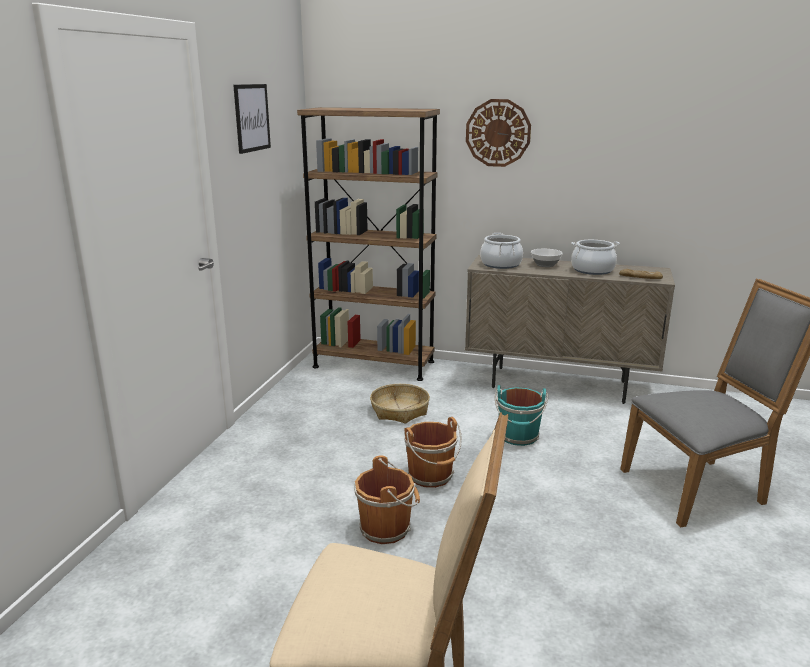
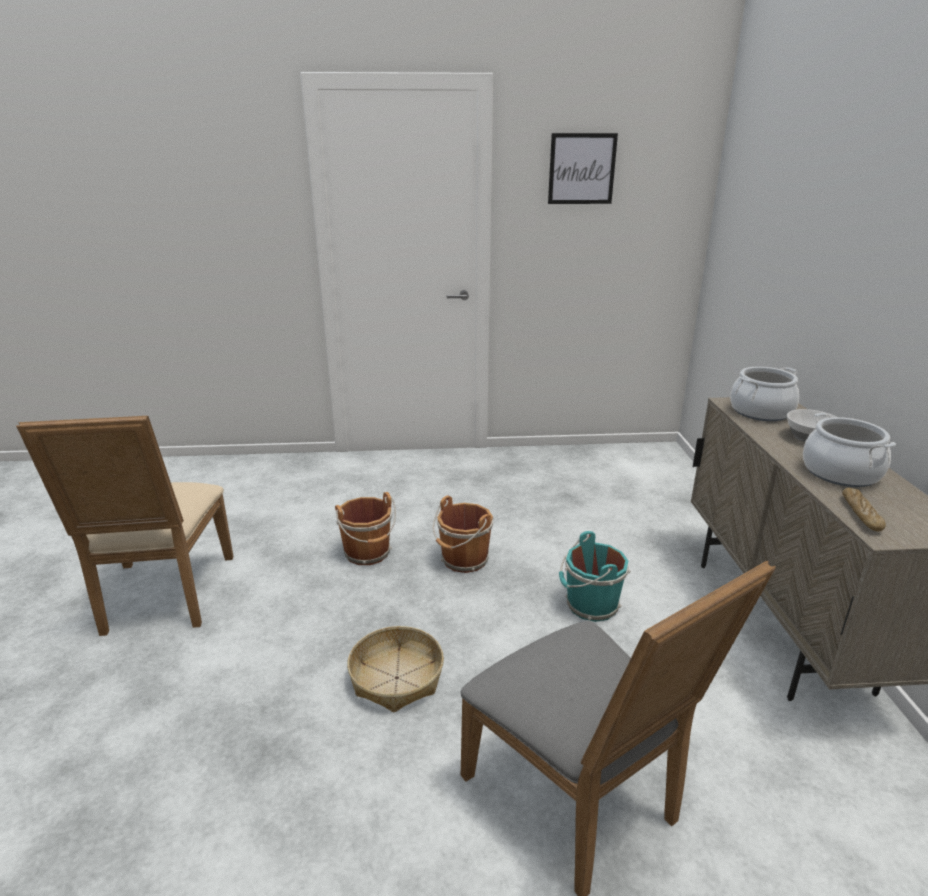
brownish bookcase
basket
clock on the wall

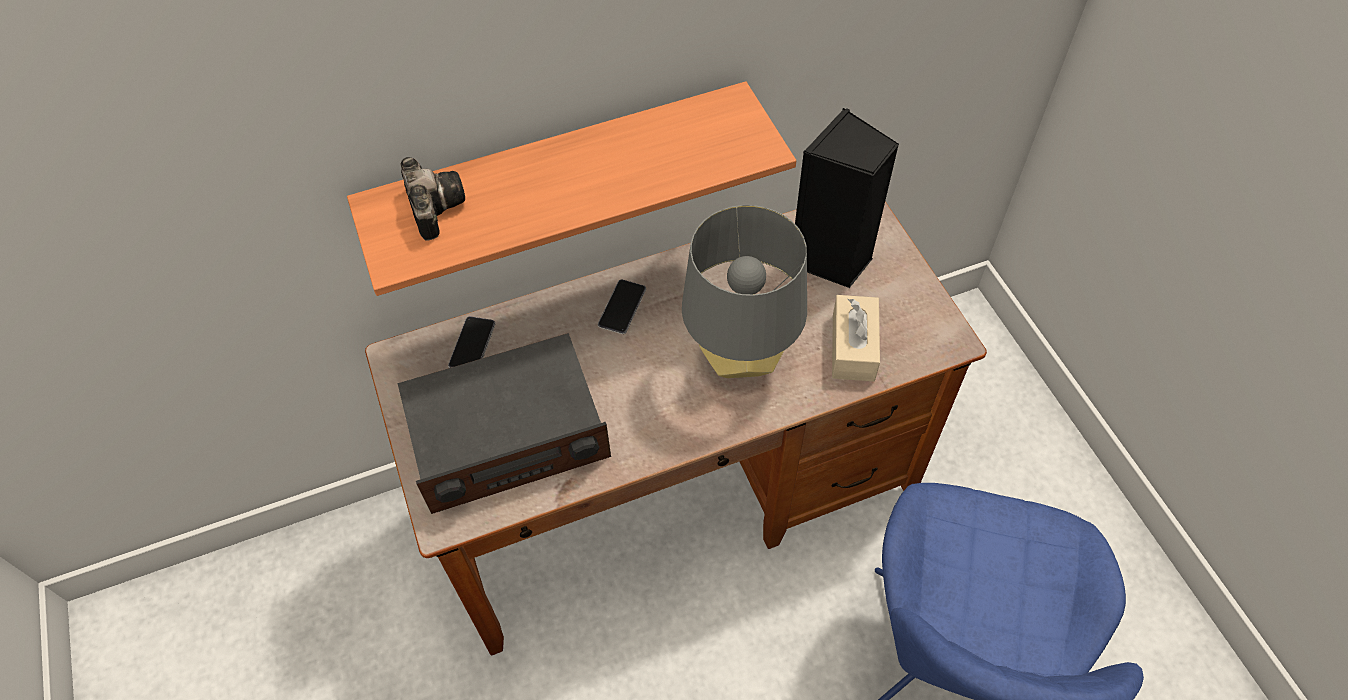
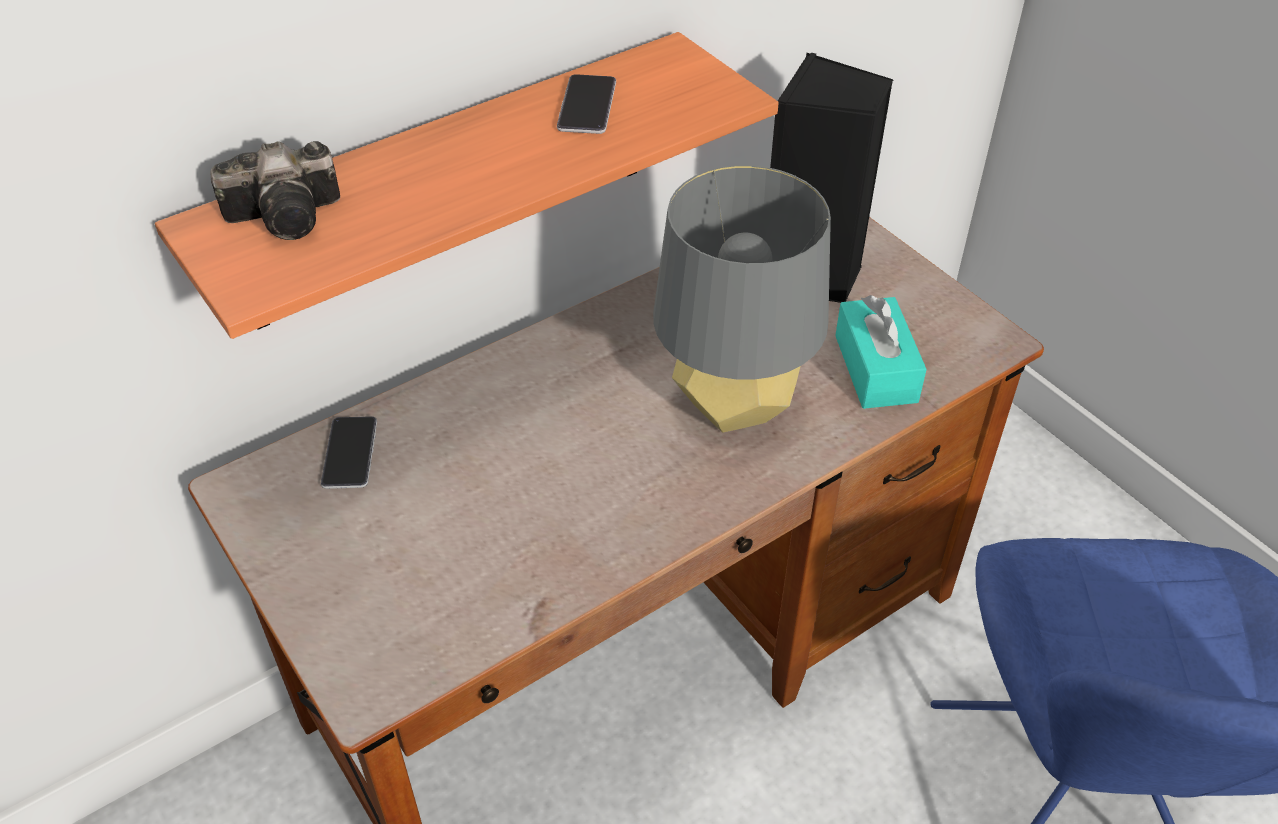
radio receiver
photo camera
telephone (no. 2 from left)
blue-green tissue box

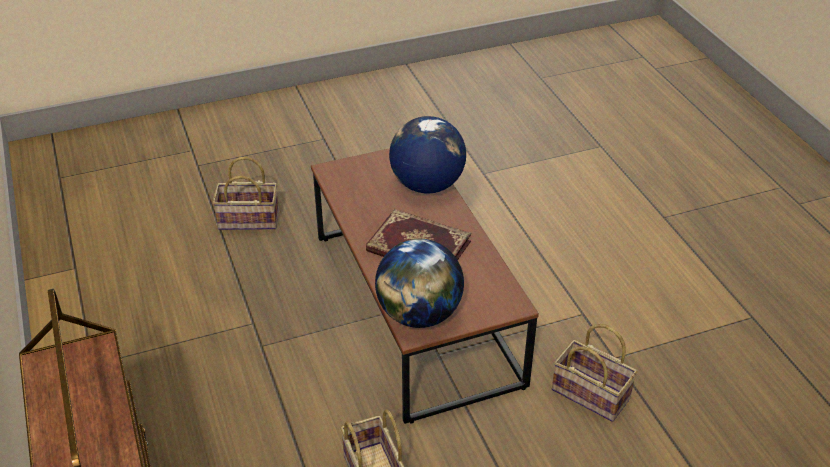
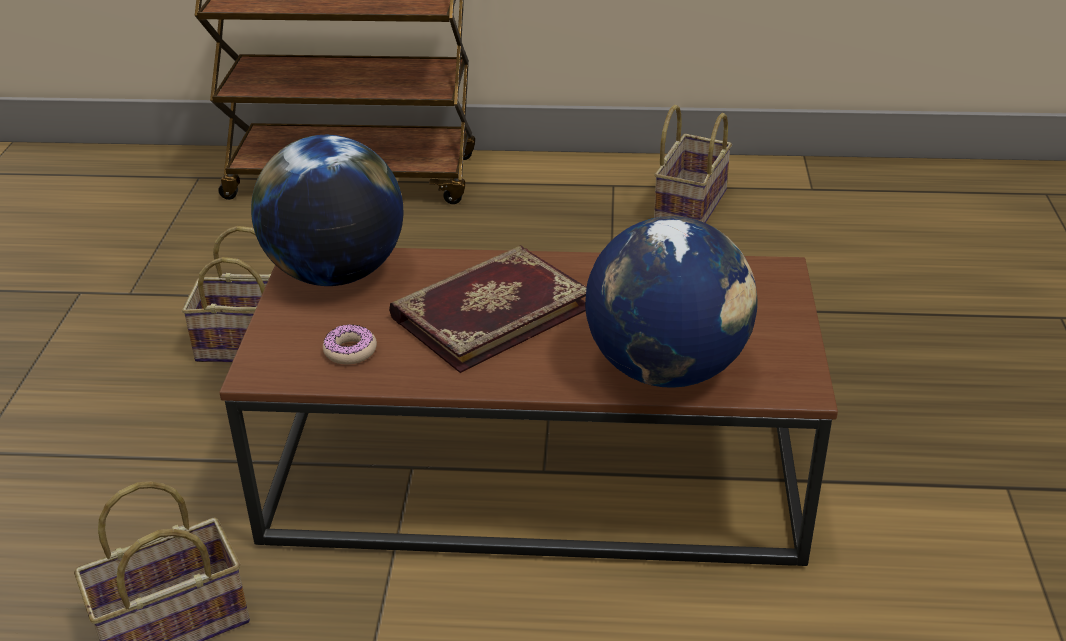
basket (no. 3 from left)
donut

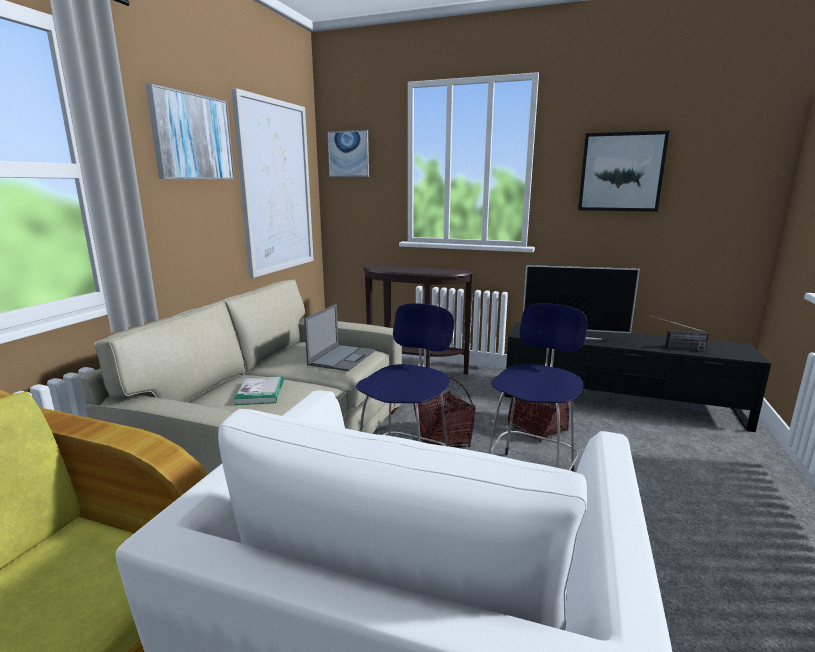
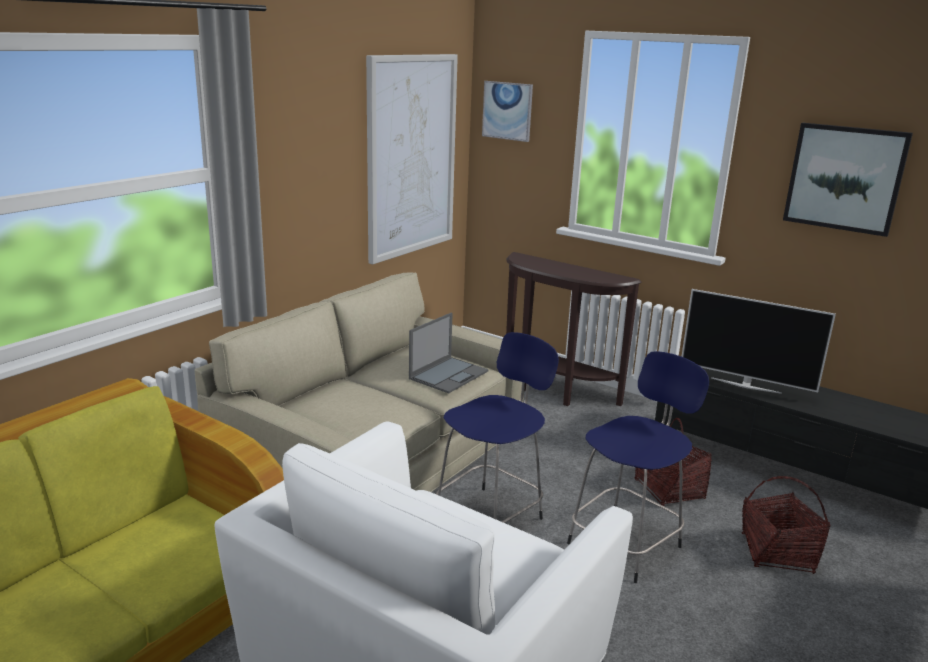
picture (no. 1 from left in the first image)
book
basket (no. 2 from left)
radio receiver

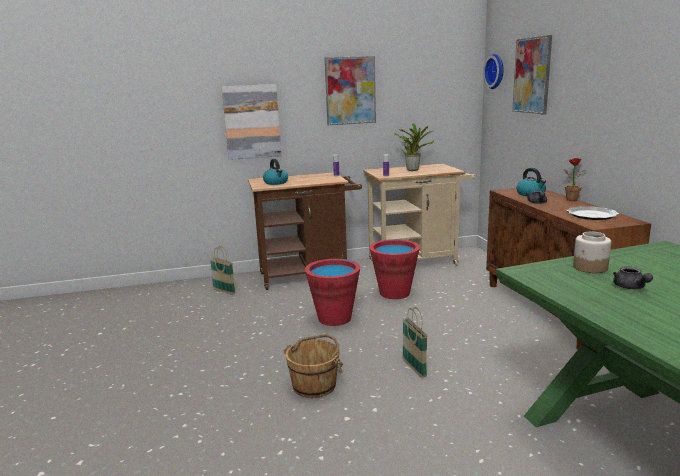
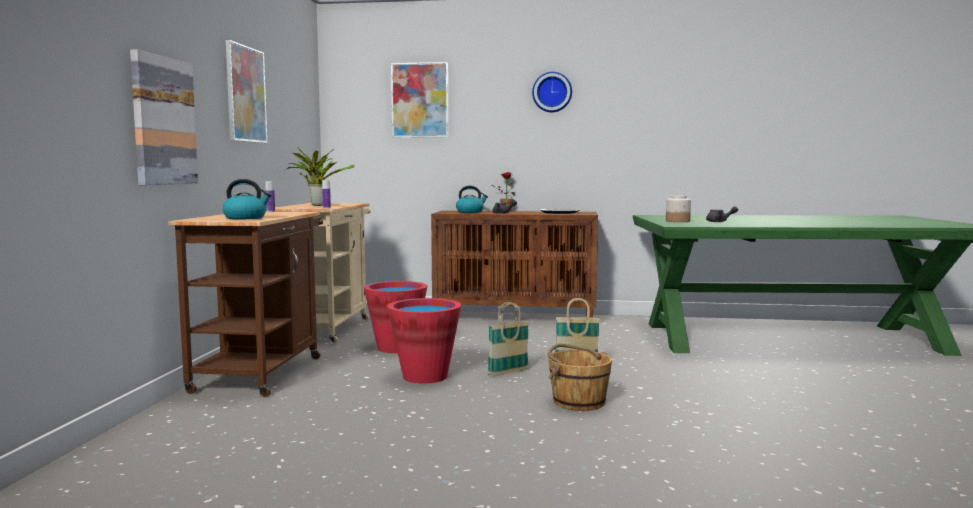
basket (no. 1 from left)
clock on the wall

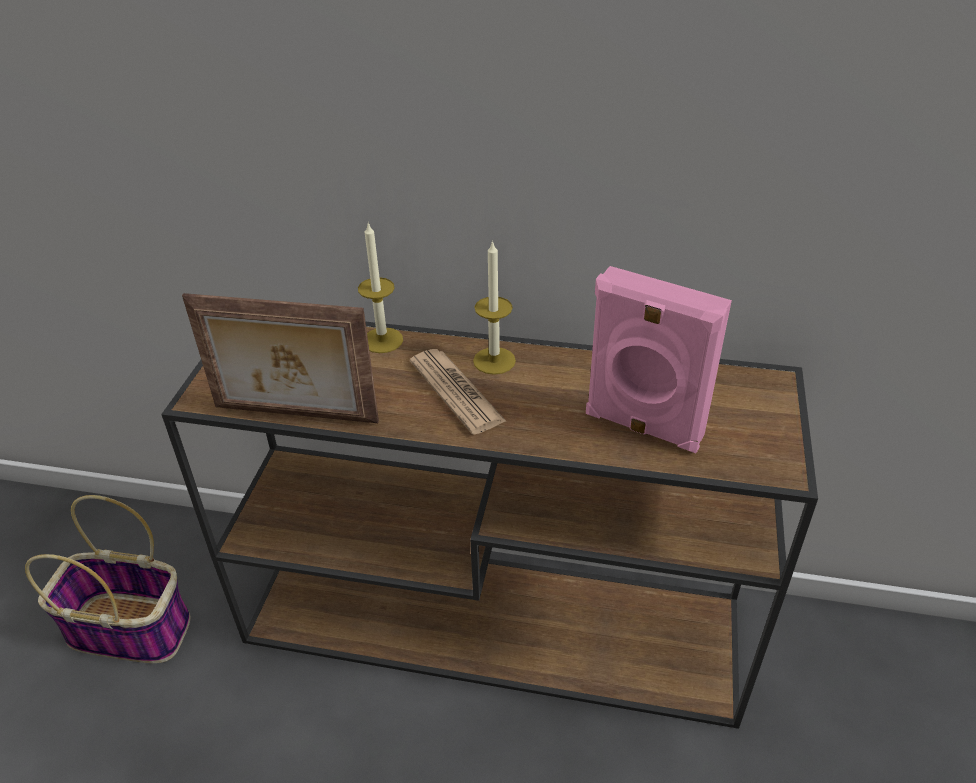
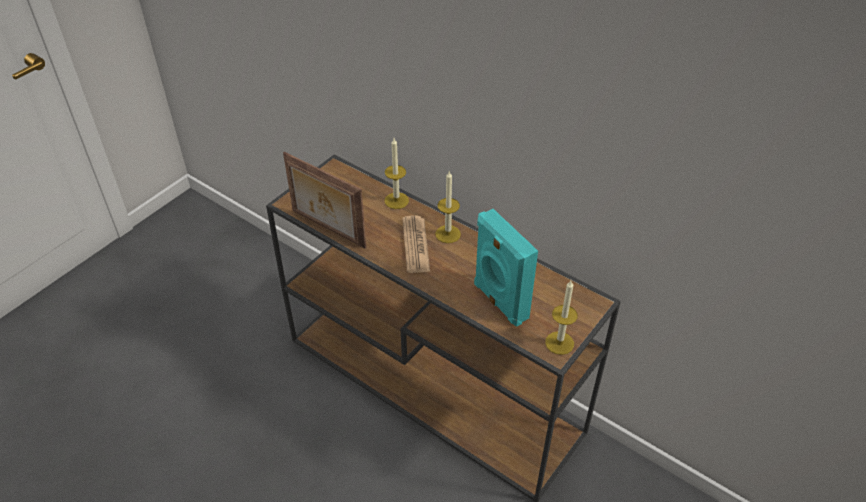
basket
blue-green speaker
wax light (no. 3 from left)

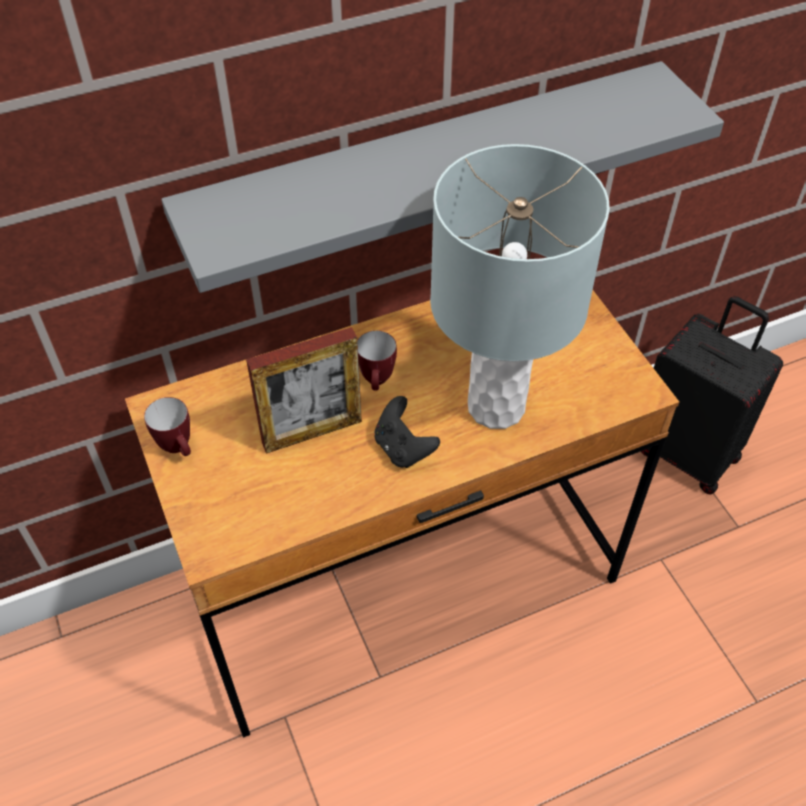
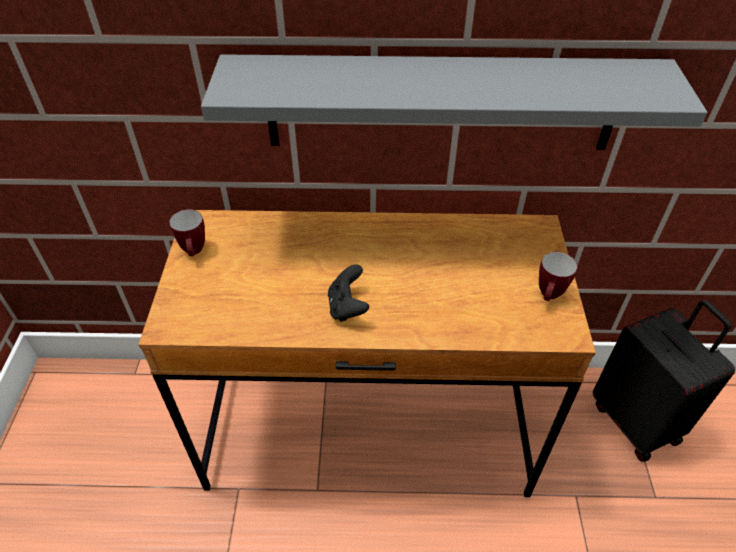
picture frame
coffee mug (no. 2 from left)
greyish tabletop lamp

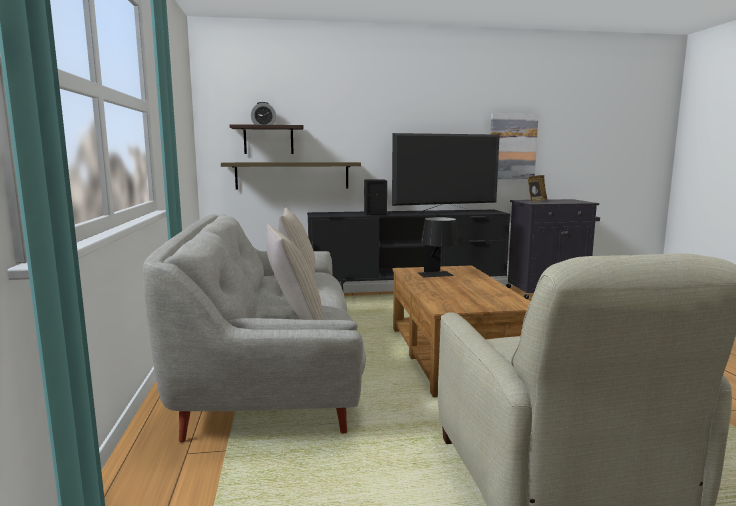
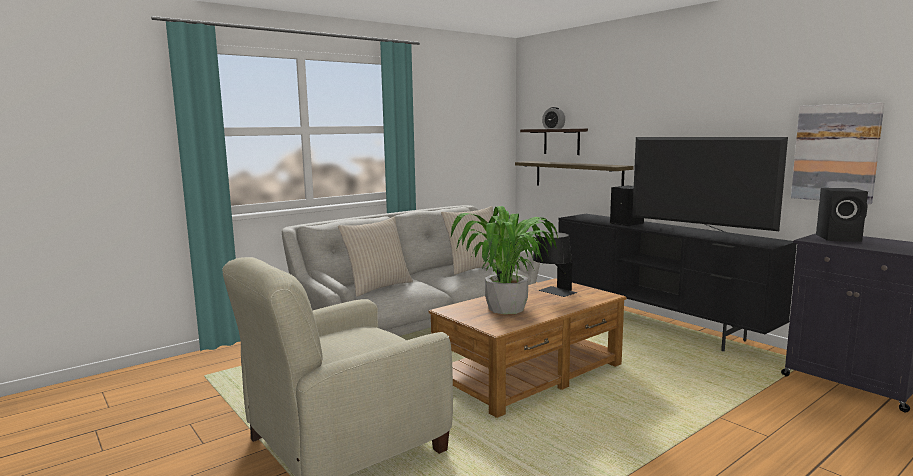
black speaker (no. 2 from left)
plant in a pot

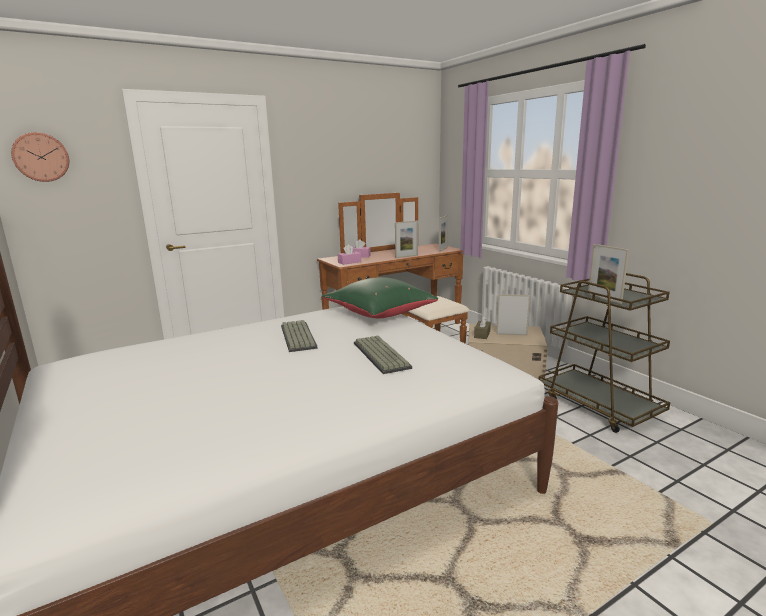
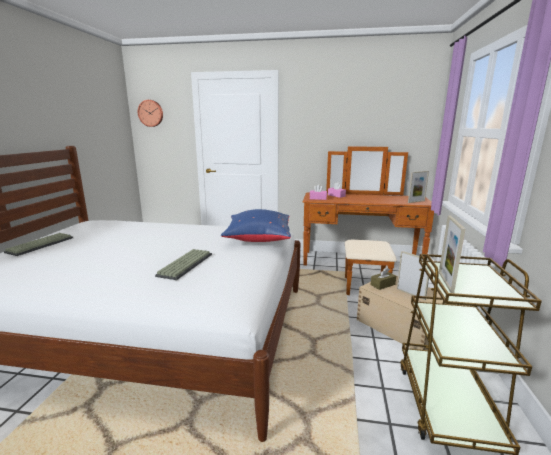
keyboard (no. 1 from left)
bluish pillow
picture frame (no. 1 from left in the first image)

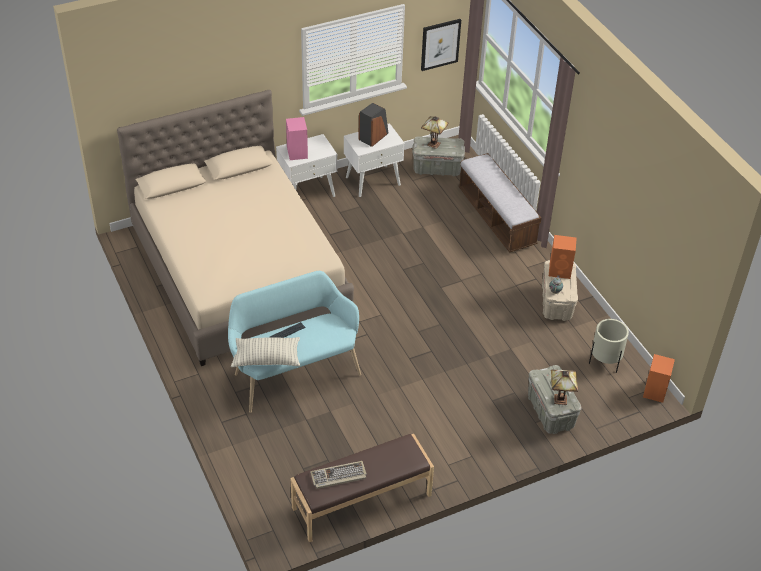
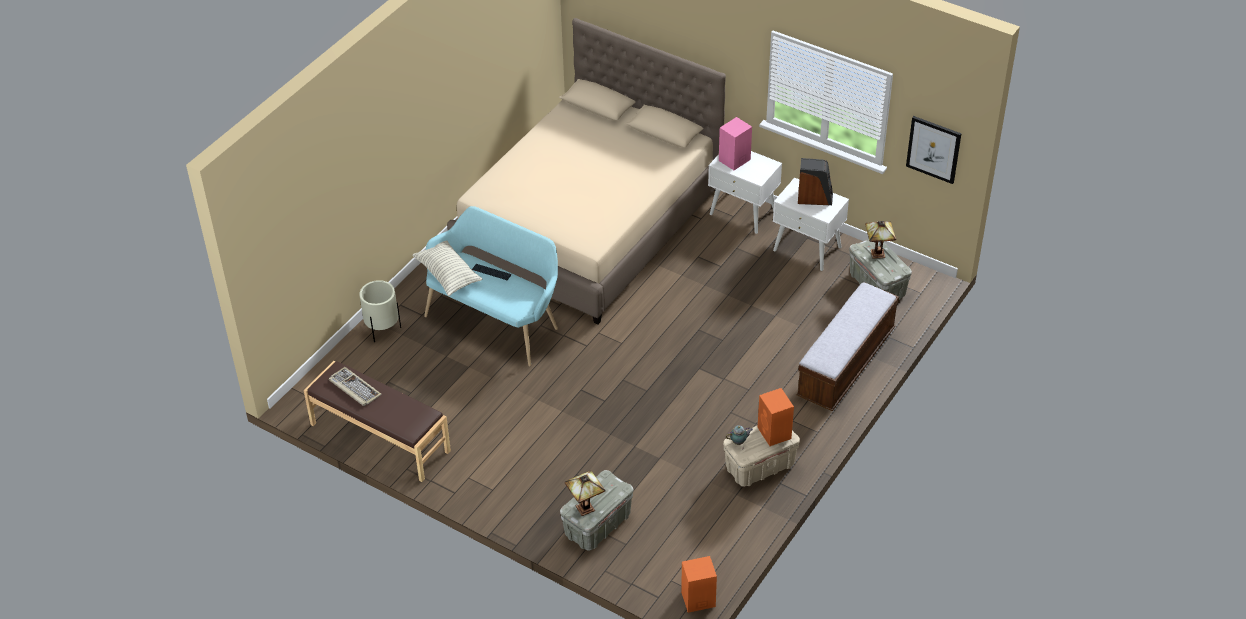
beige-coloured plant pot

